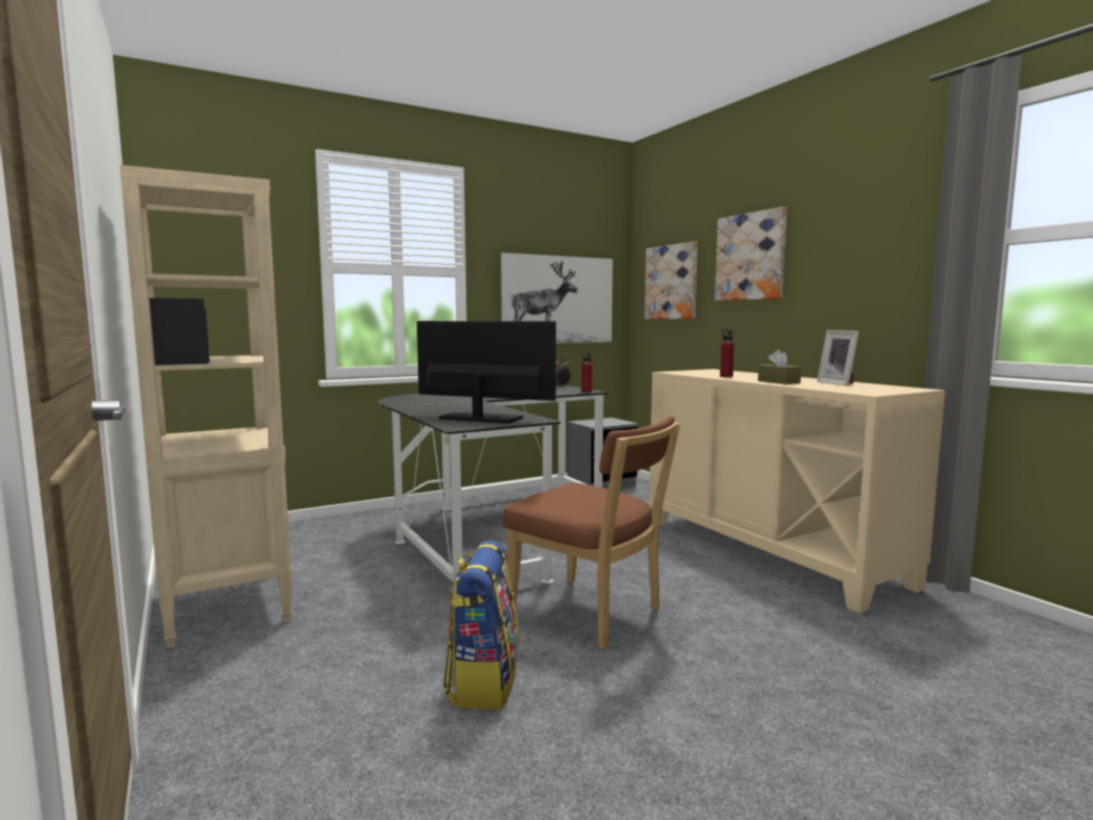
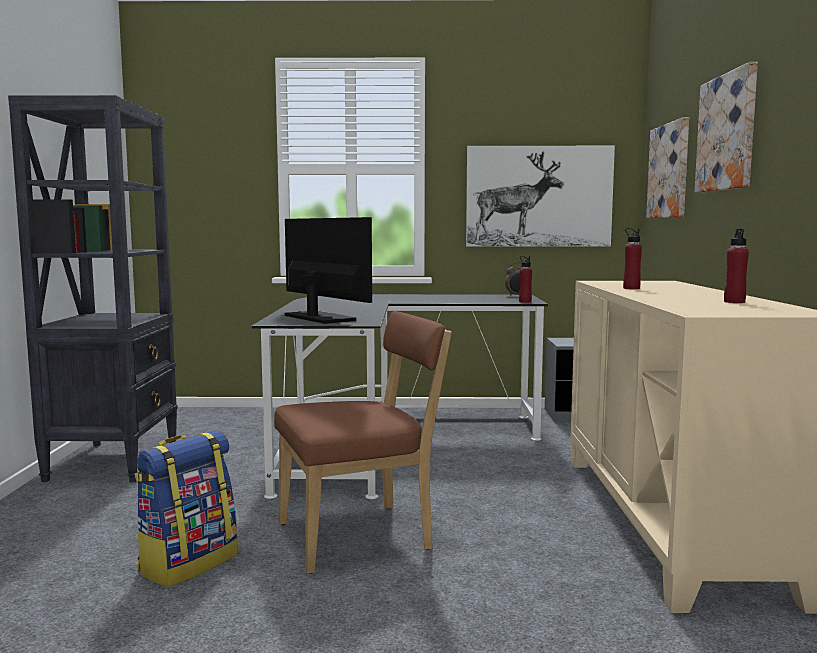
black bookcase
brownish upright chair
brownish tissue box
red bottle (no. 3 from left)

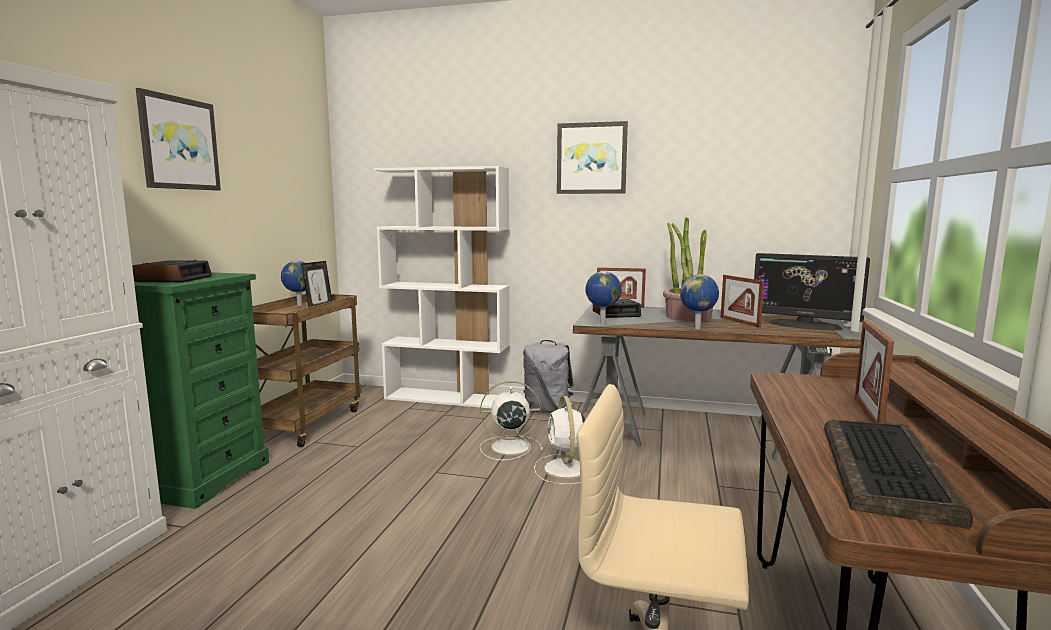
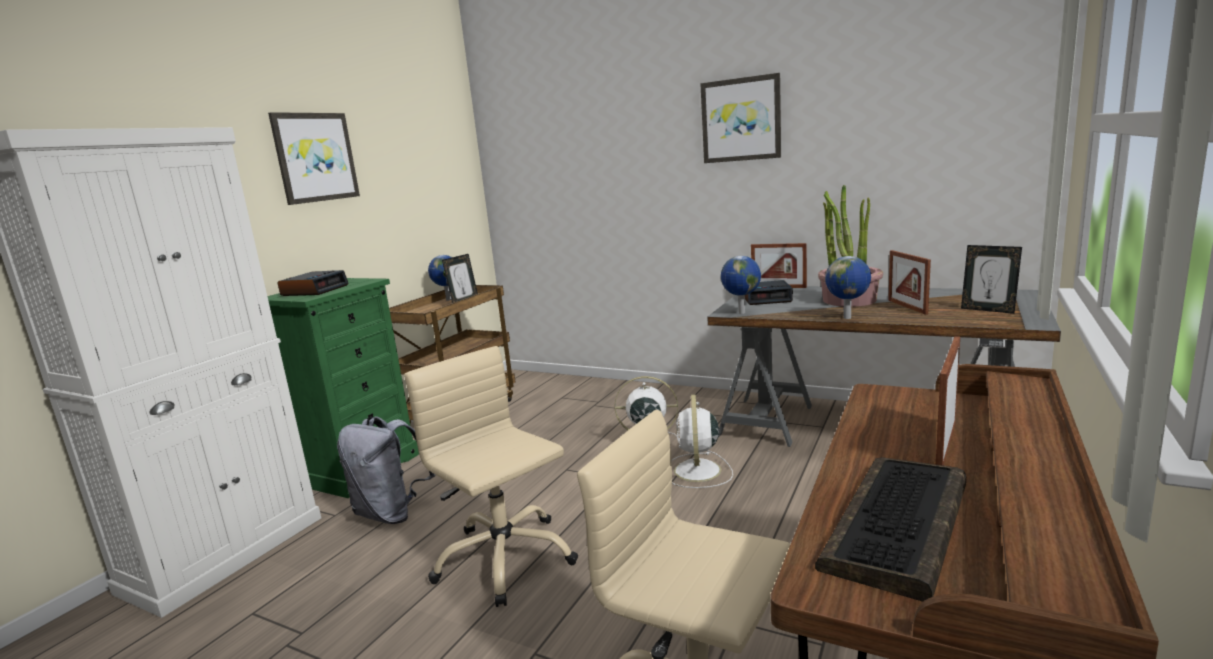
white bookcase
greyish rucksack
picture frame (no. 5 from left)
beige-coloured desk chair (no. 1 from left)

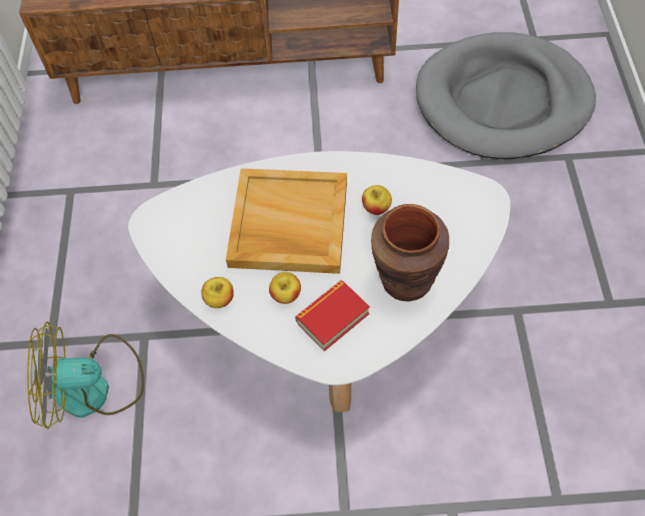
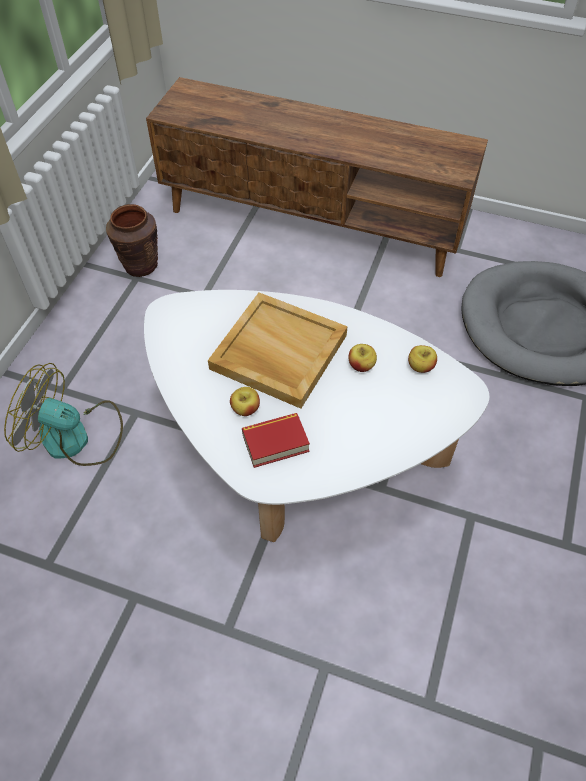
whole apple (no. 3 from left)
brownish flower vase

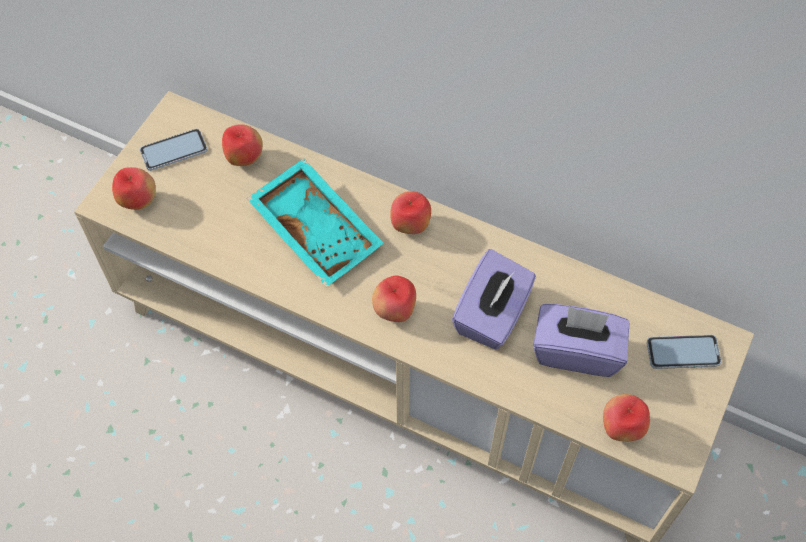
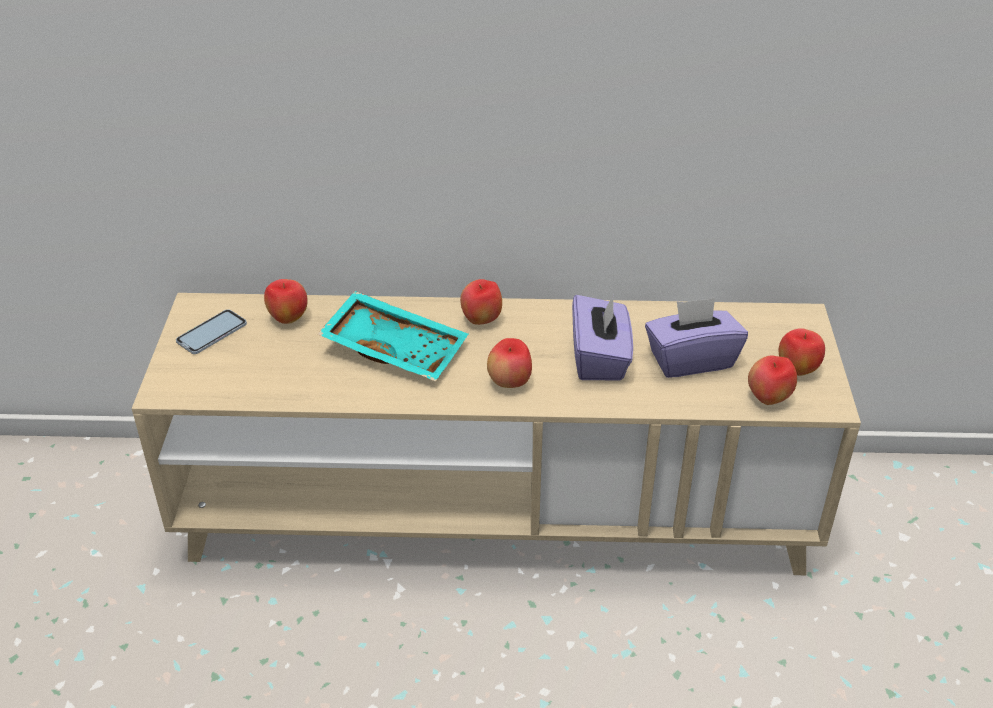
whole apple (no. 5 from left)
telephone (no. 2 from left in the first image)

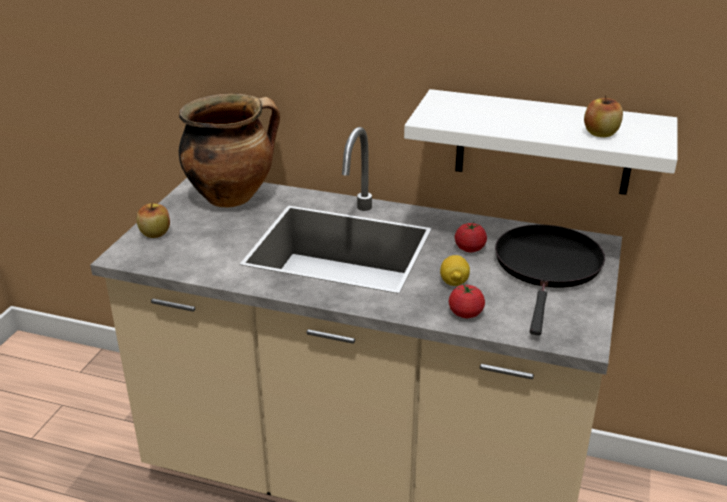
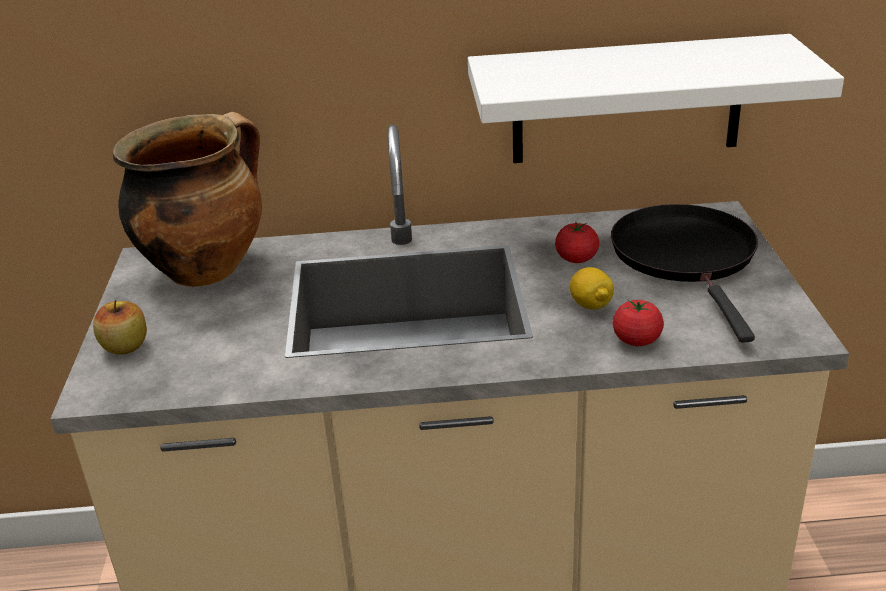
whole apple (no. 2 from left in the first image)

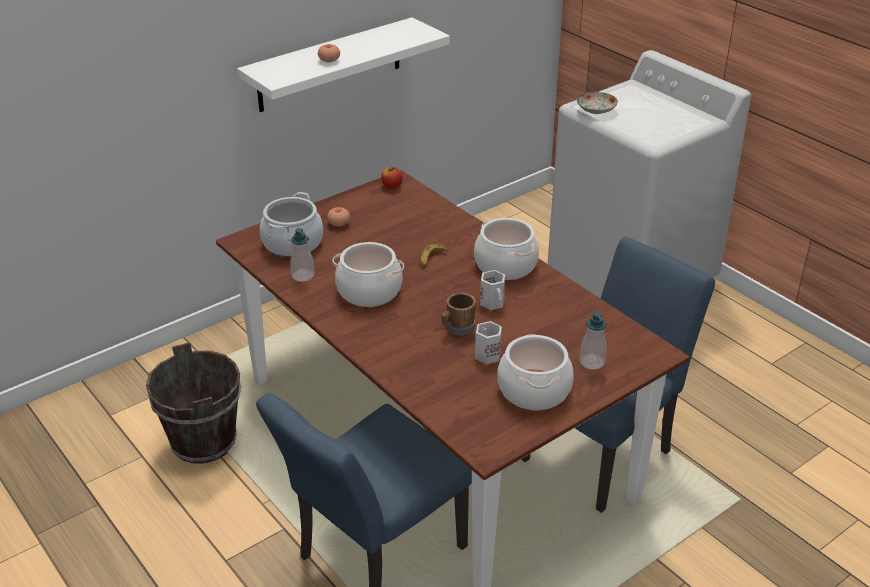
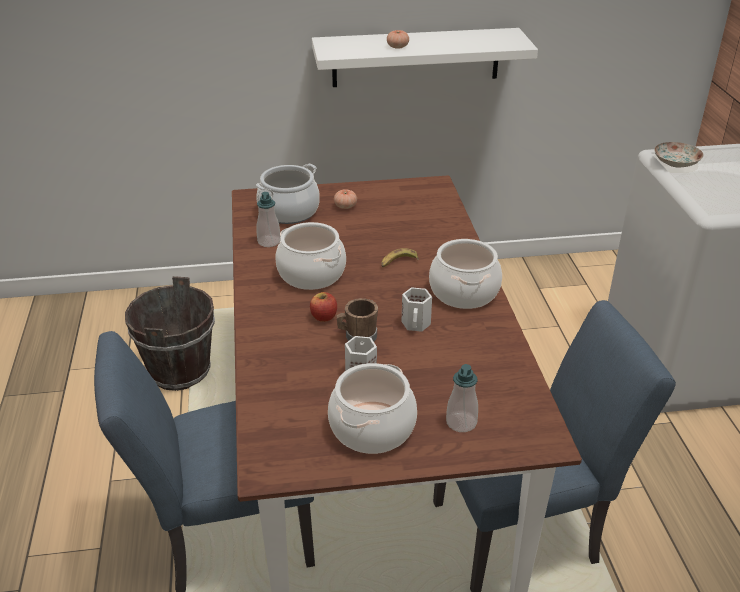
whole apple

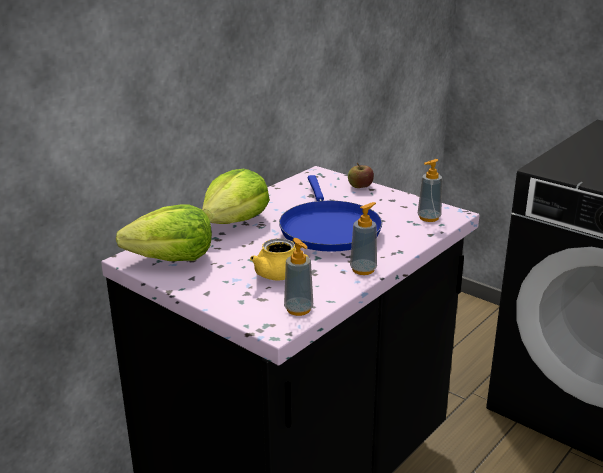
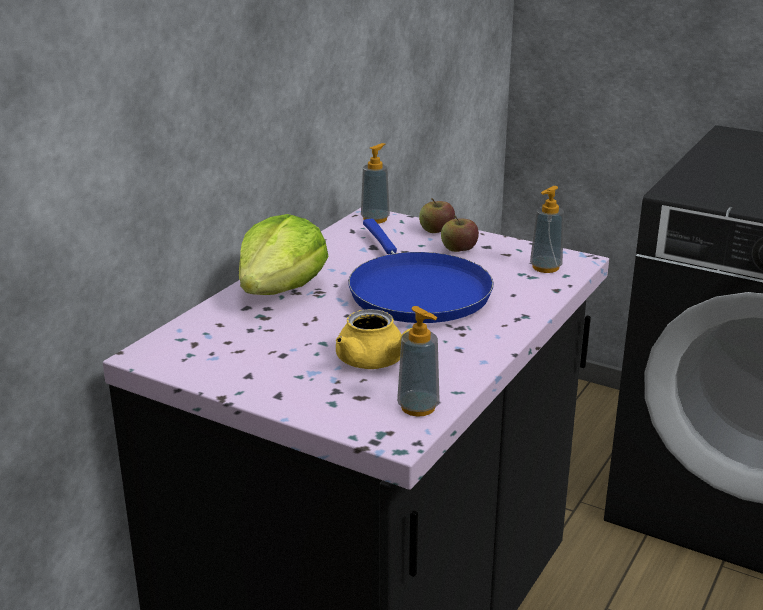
head of lettuce (no. 1 from left in the first image)
soap dispenser (no. 1 from left)
whole apple (no. 2 from left)

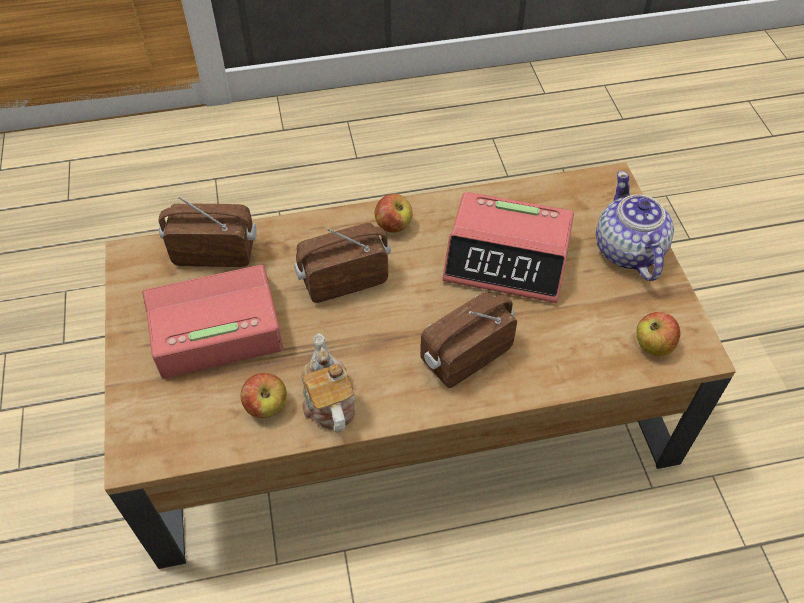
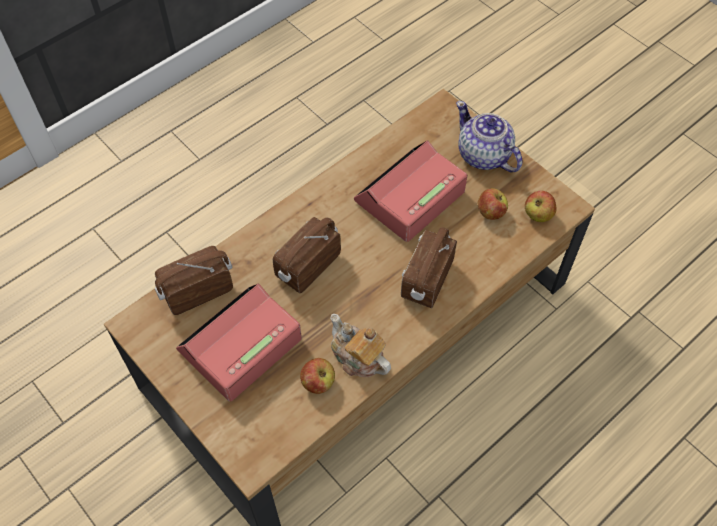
whole apple (no. 2 from left)
table clock (no. 2 from left)

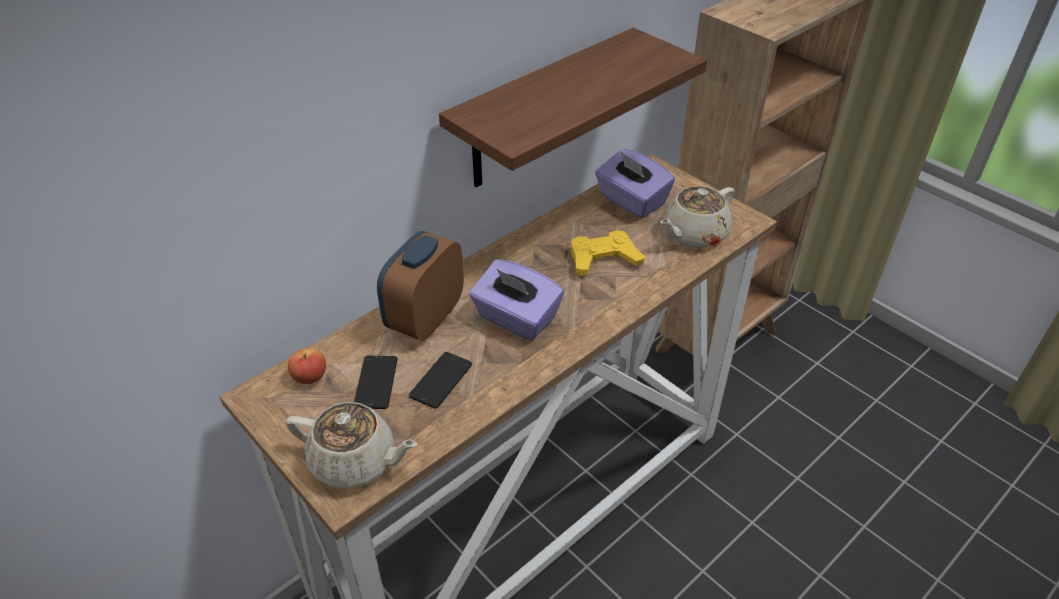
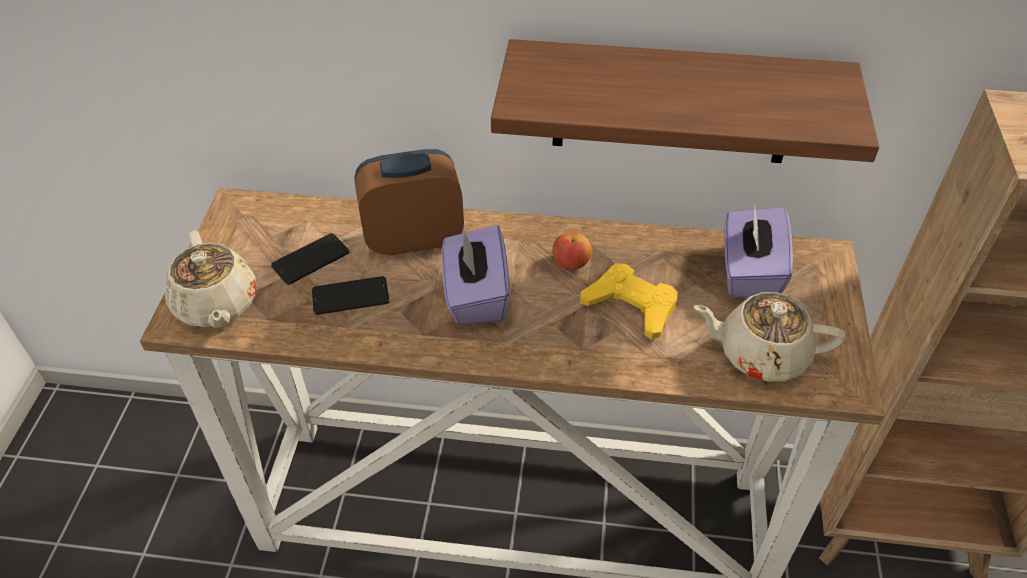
whole apple

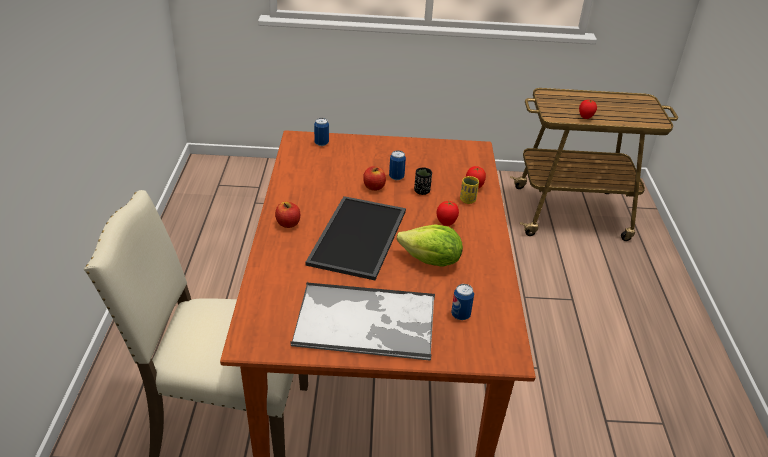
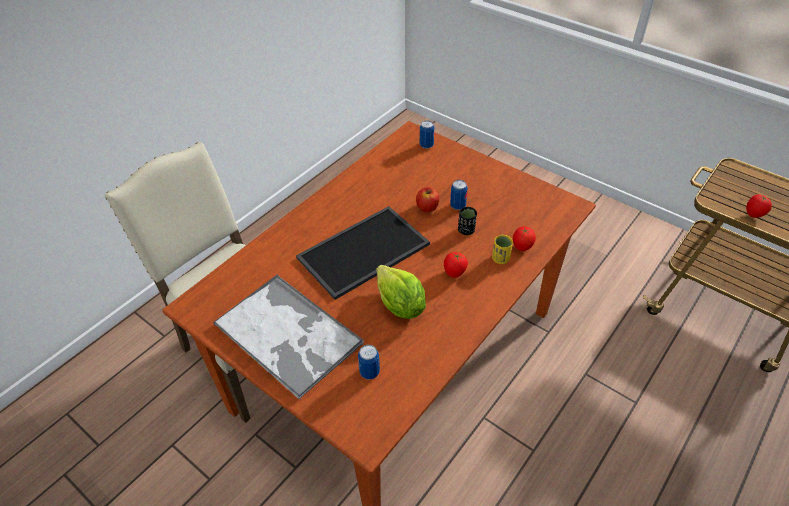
whole apple (no. 1 from left in the first image)

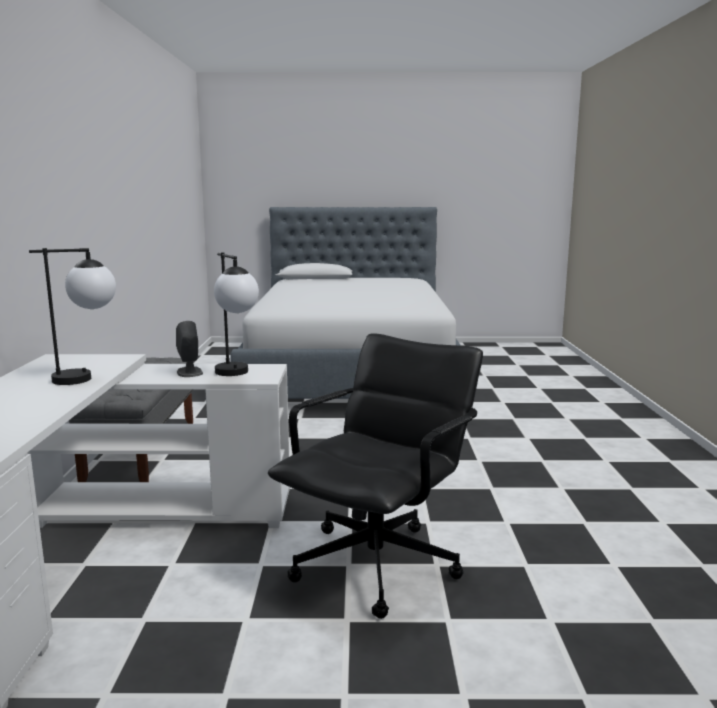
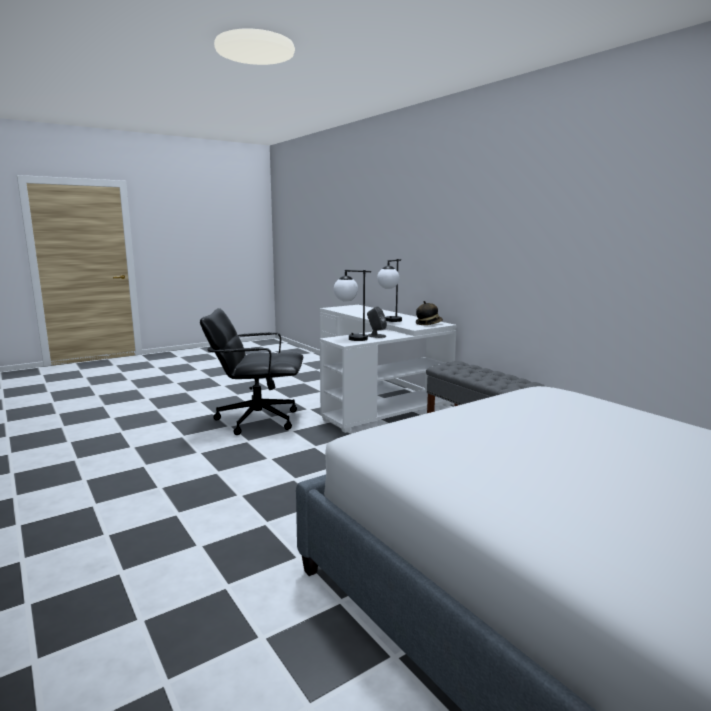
black desk chair
hat

